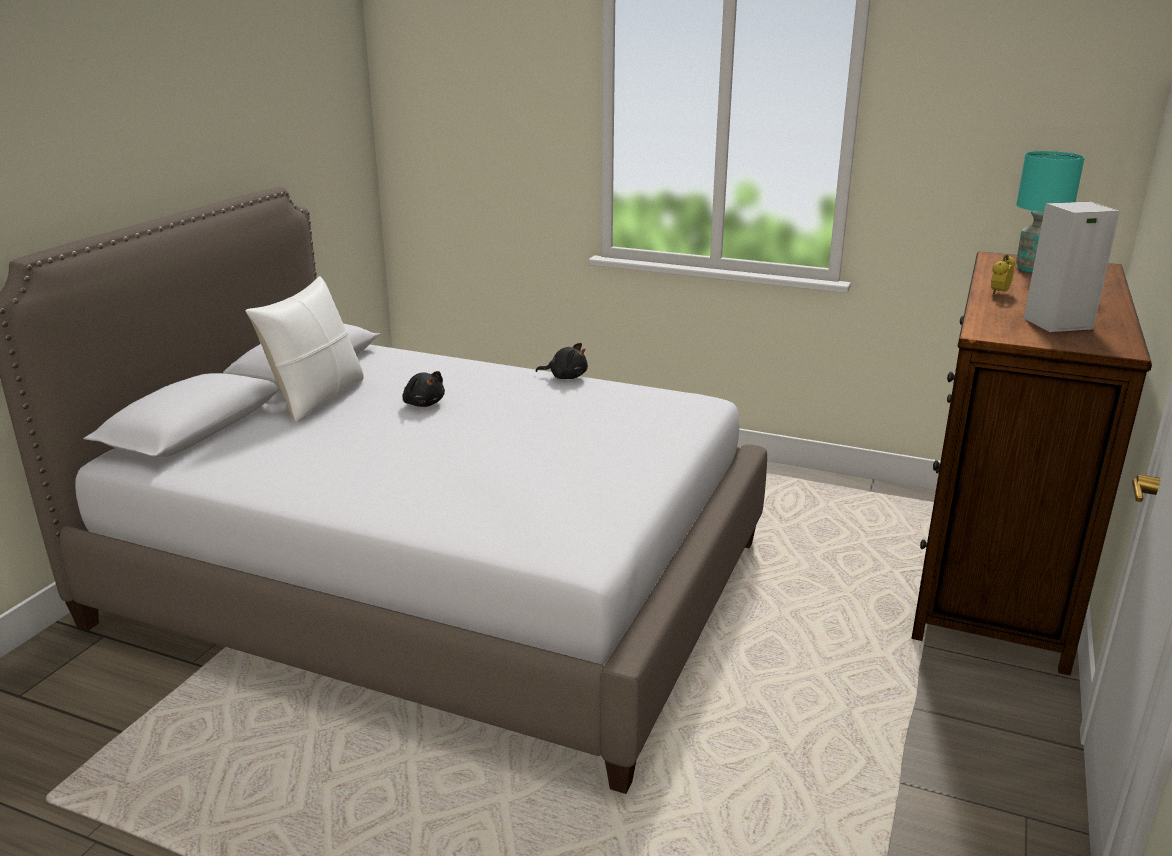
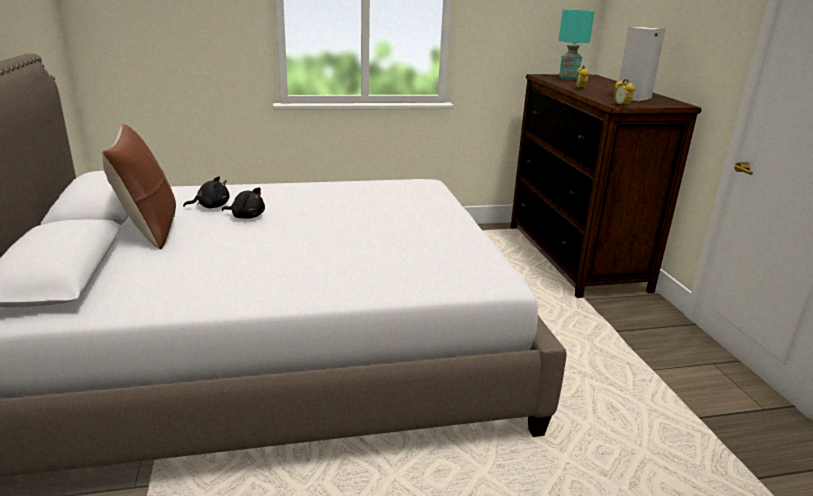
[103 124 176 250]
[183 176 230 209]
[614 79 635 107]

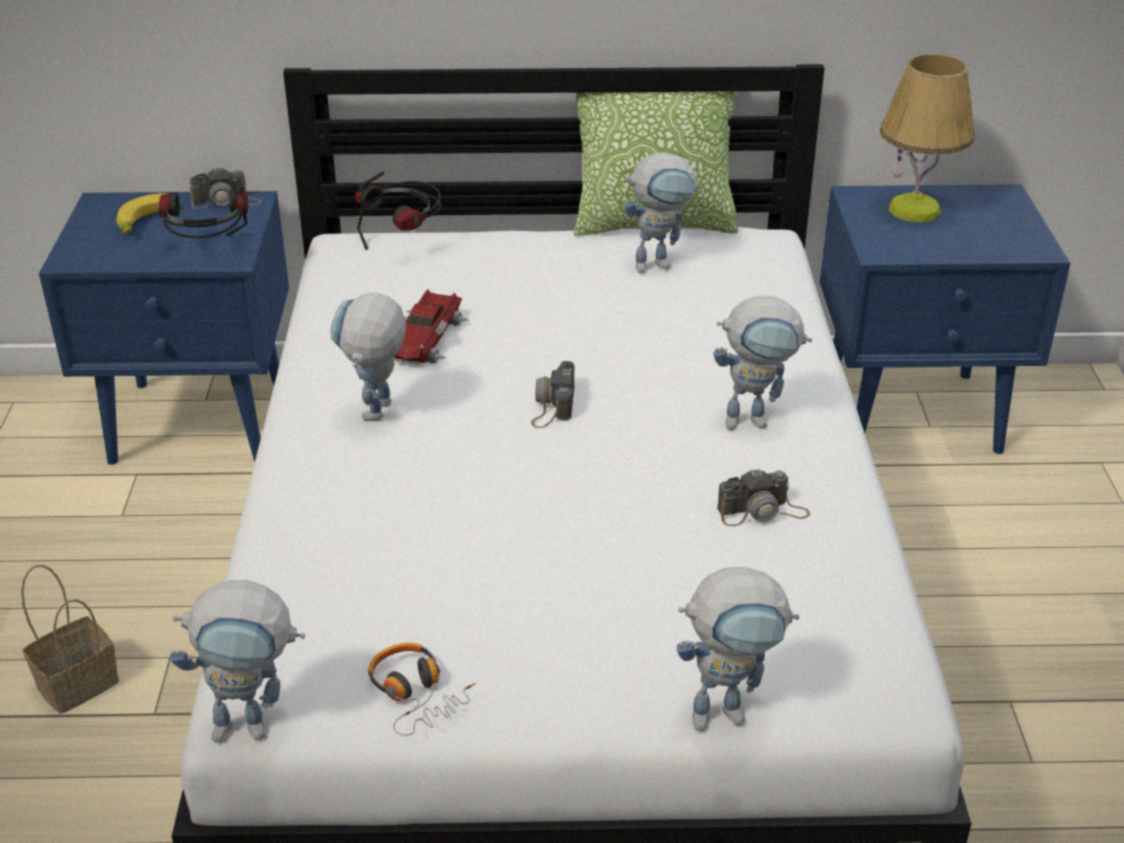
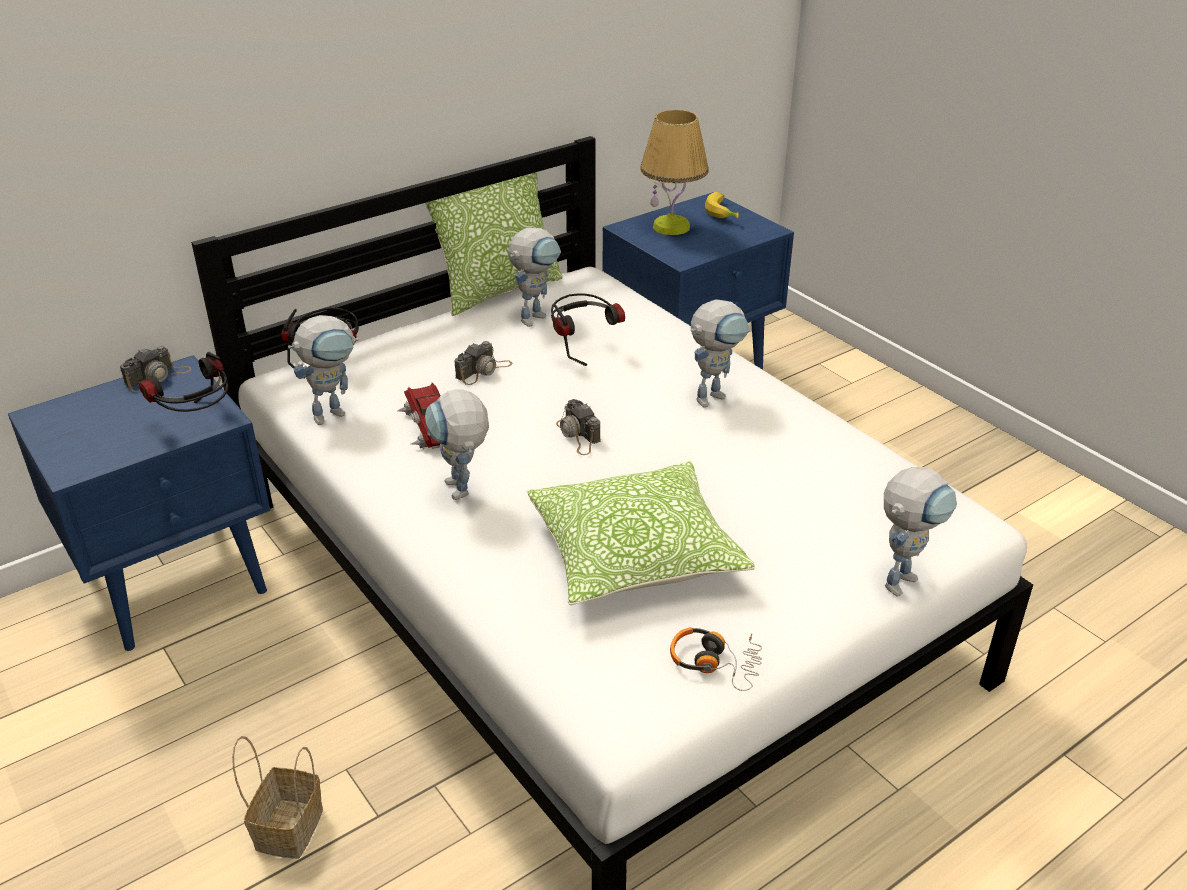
[288 315 359 425]
[455 341 512 385]
[527 461 755 605]
[551 293 625 366]
[705 192 739 219]

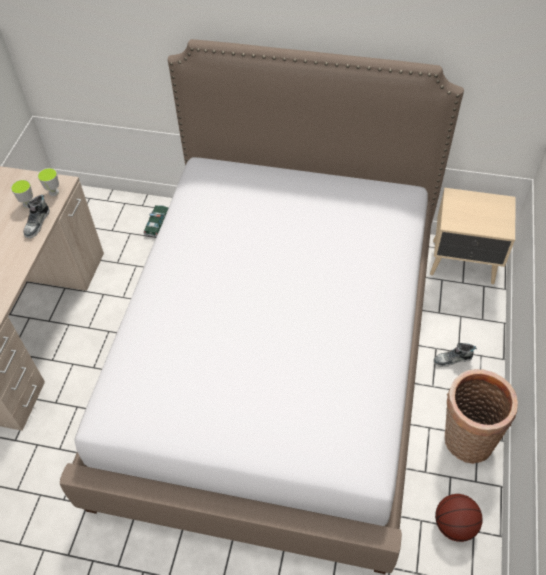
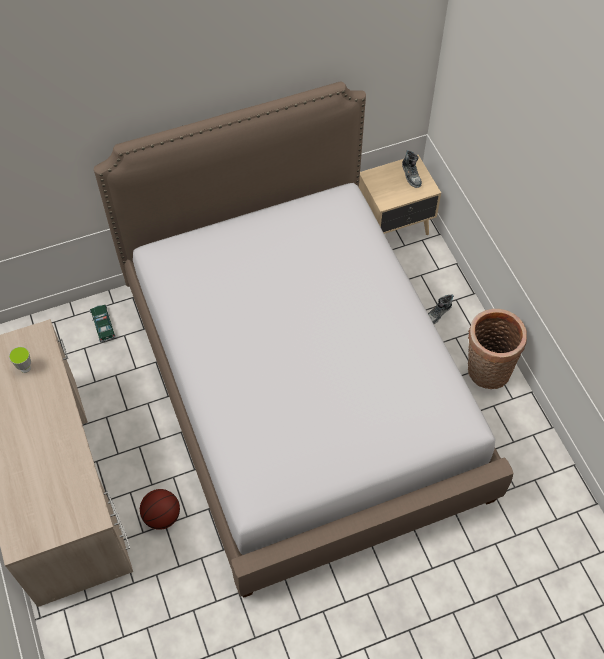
[140 489 180 530]
[402 150 422 188]
[38 168 59 196] (first image)

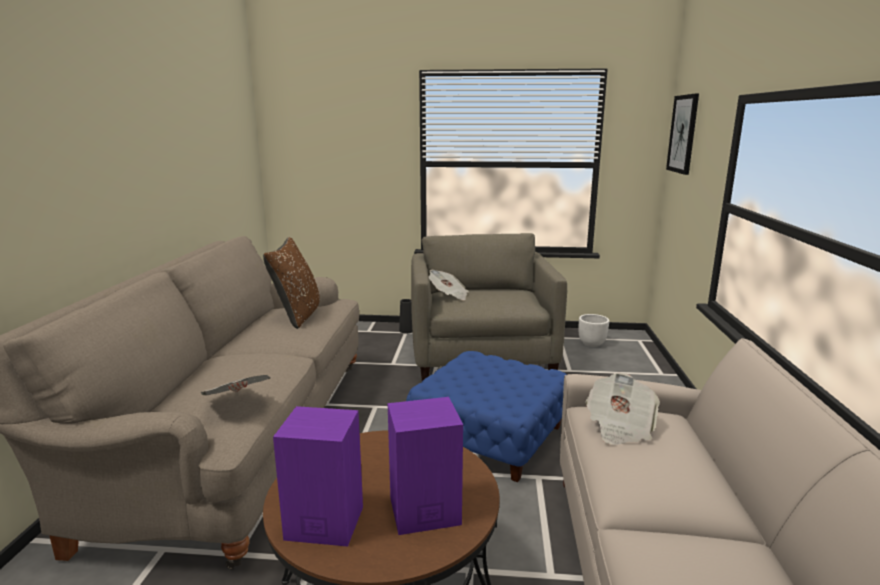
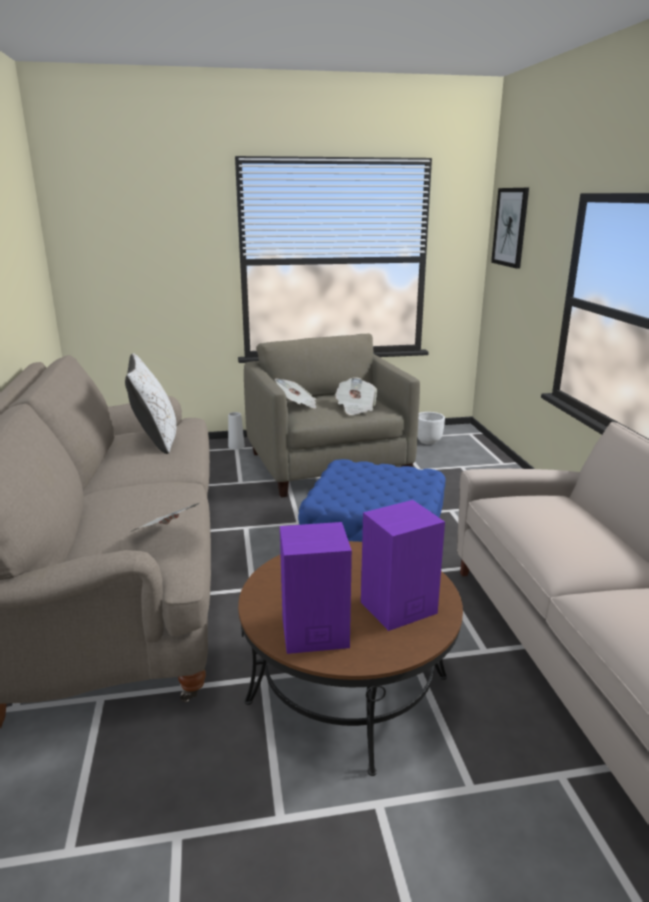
[125 353 177 454]
[228 412 245 449]
[335 377 378 415]

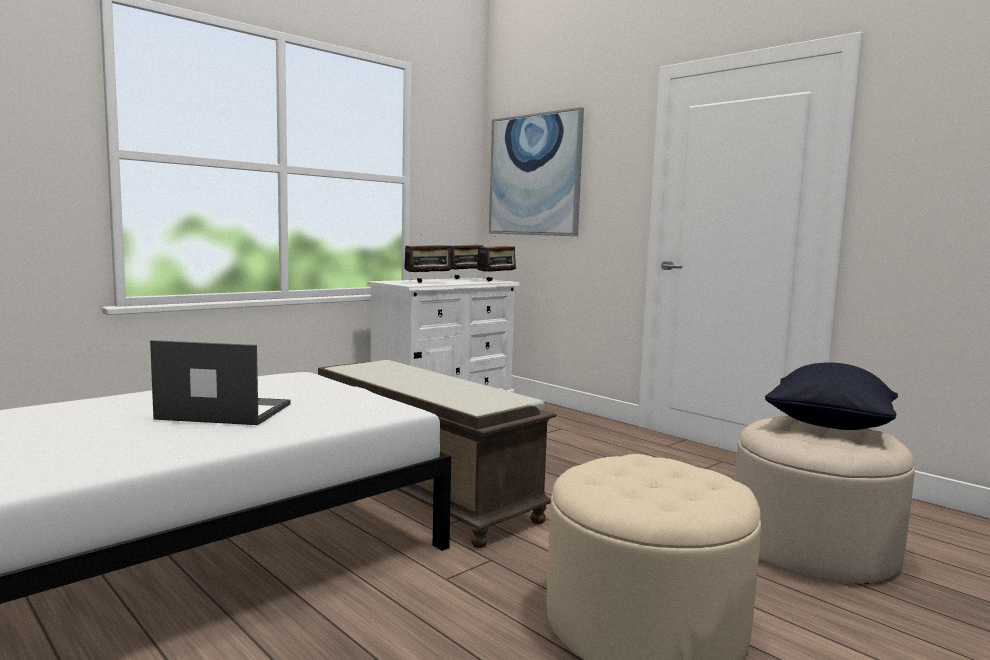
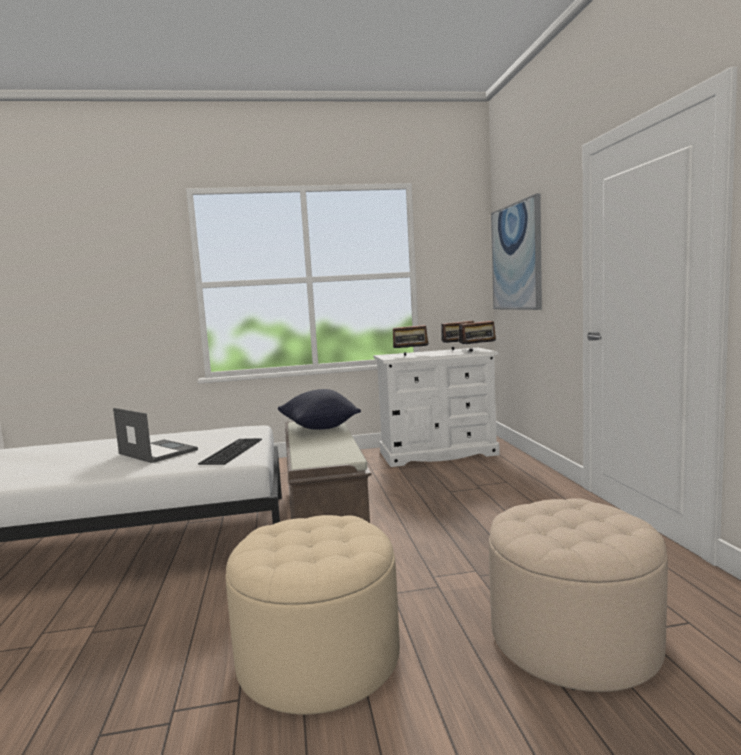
[198 438 262 465]
[278 389 361 430]

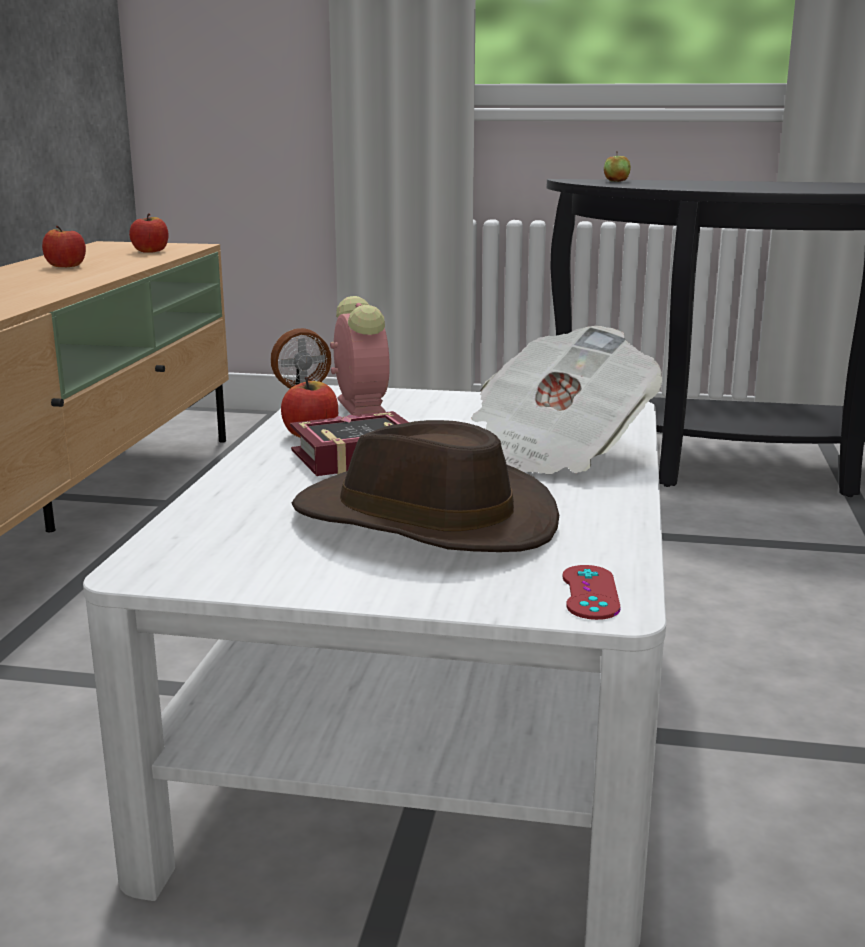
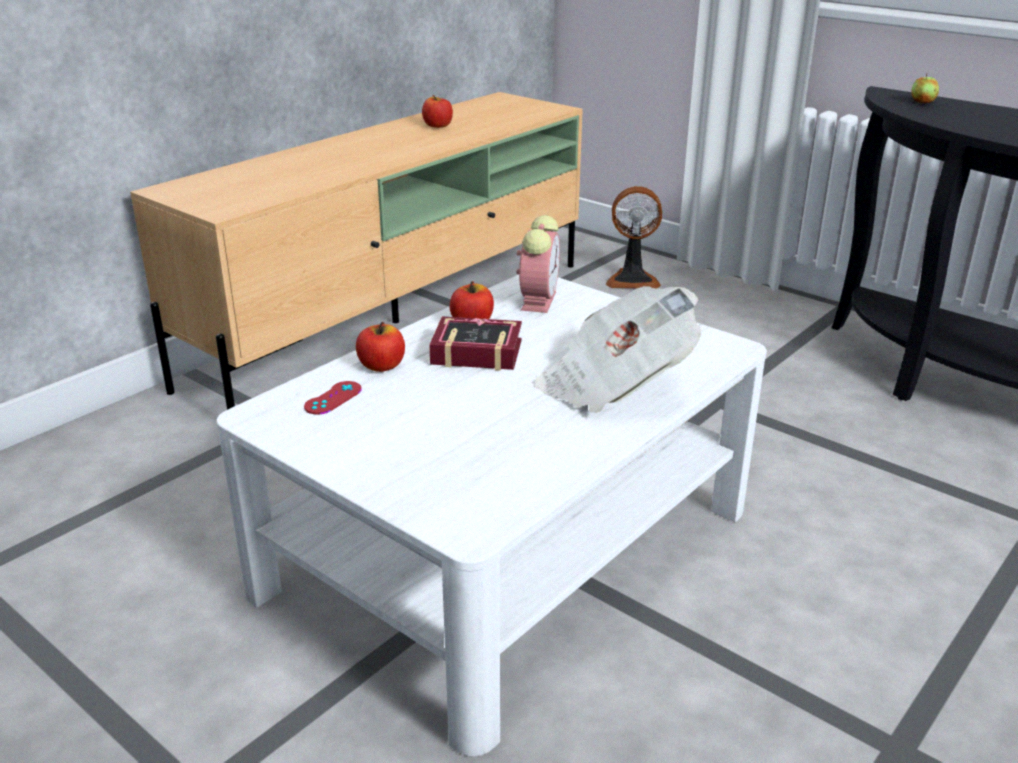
[304 381 362 414]
[356 322 405 372]
[292 420 559 552] (first image)

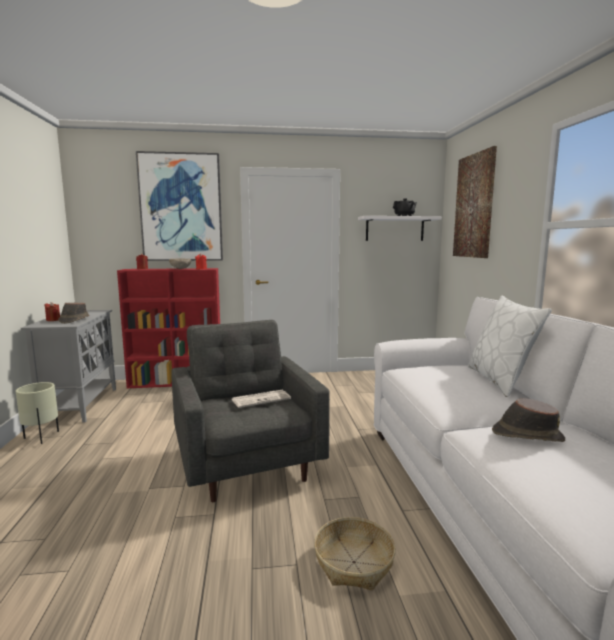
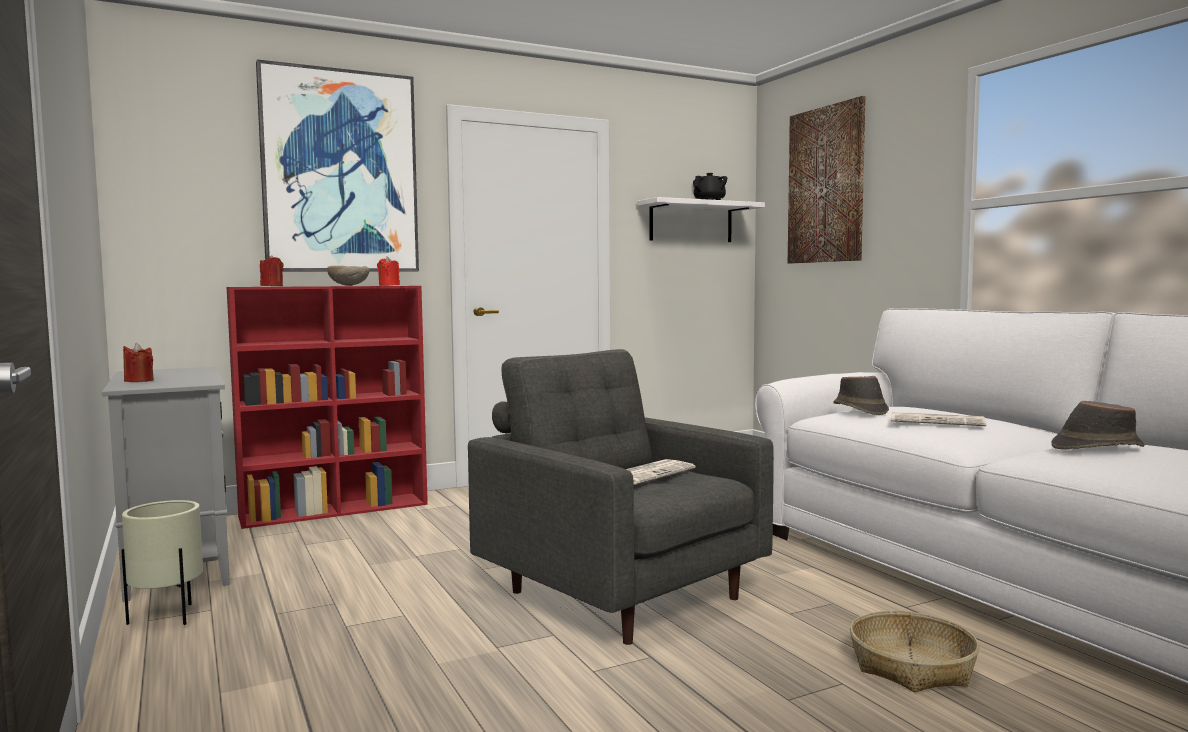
[833 376 889 415]
[891 412 986 426]
[468 296 552 397] (first image)

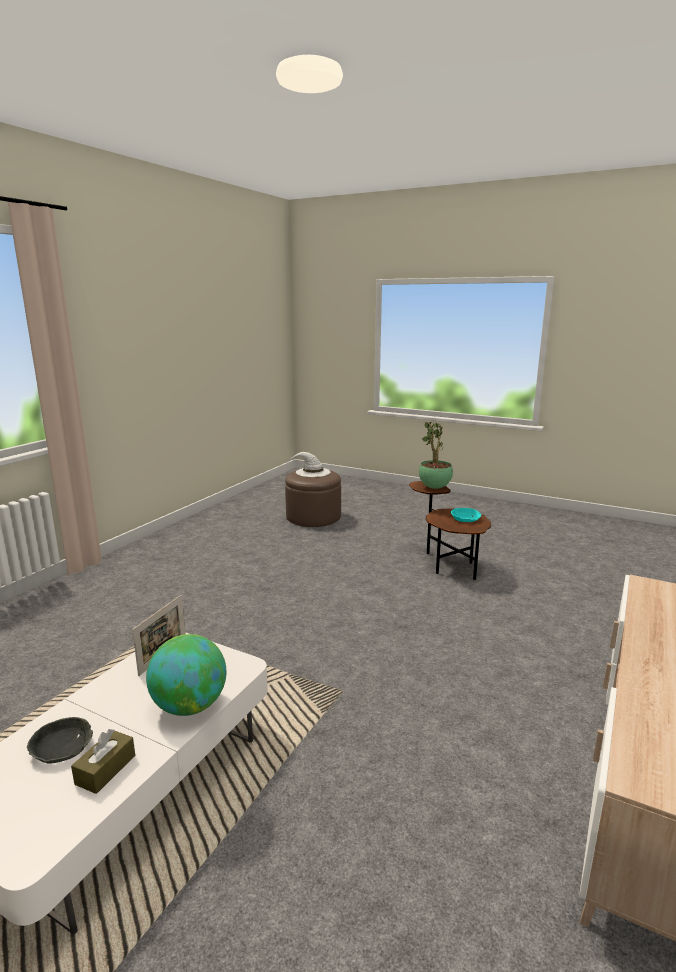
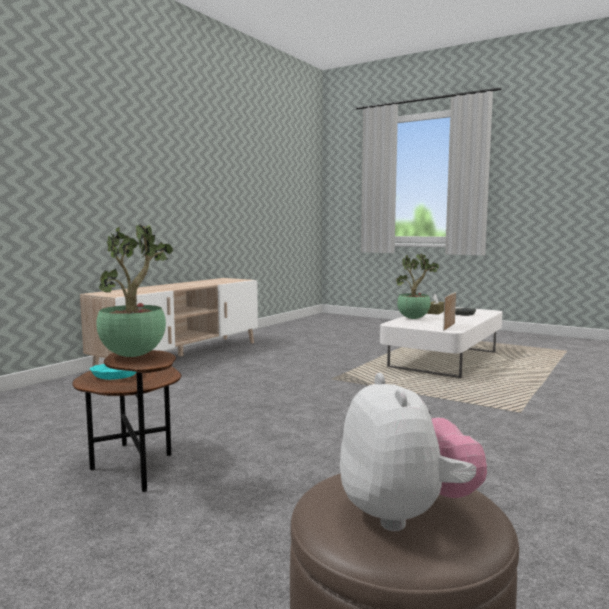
[340 373 487 531]
[396 253 439 319]

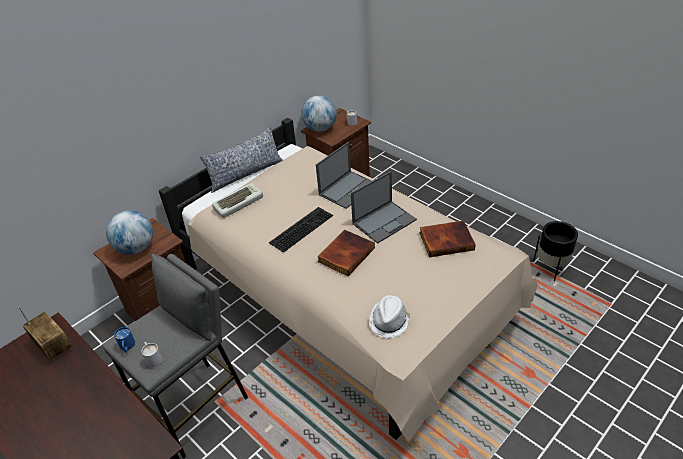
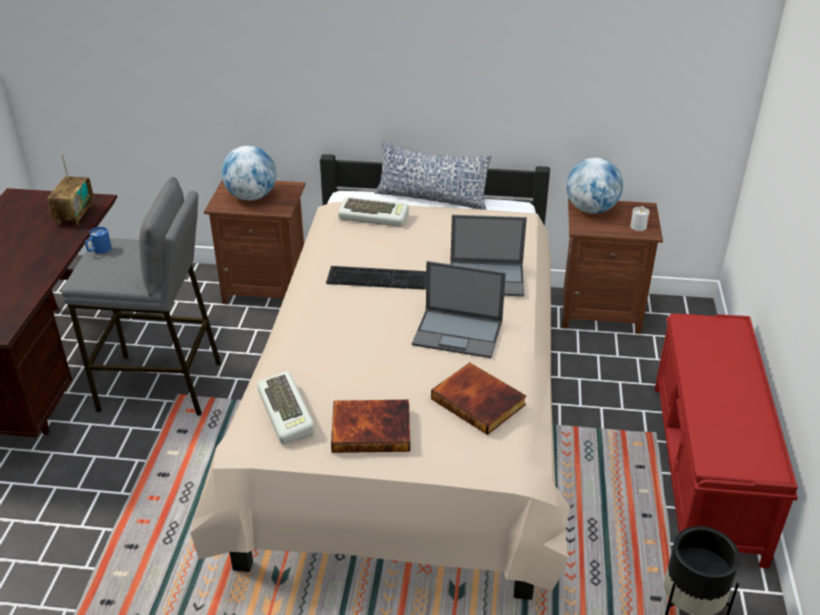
[257 371 315 444]
[331 400 410 453]
[655 313 798 568]
[141 342 163 367] (first image)

